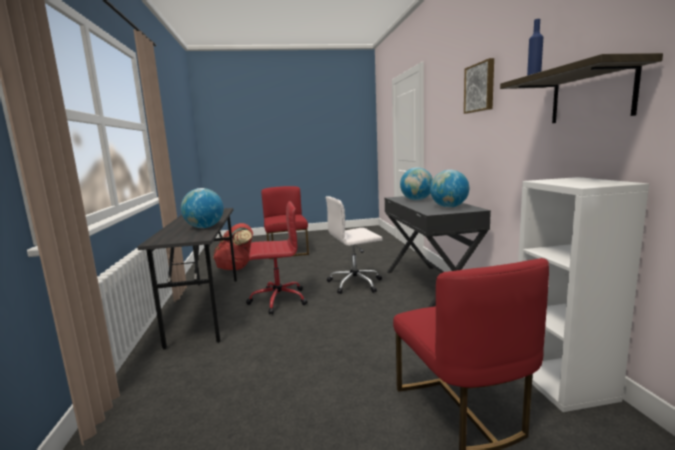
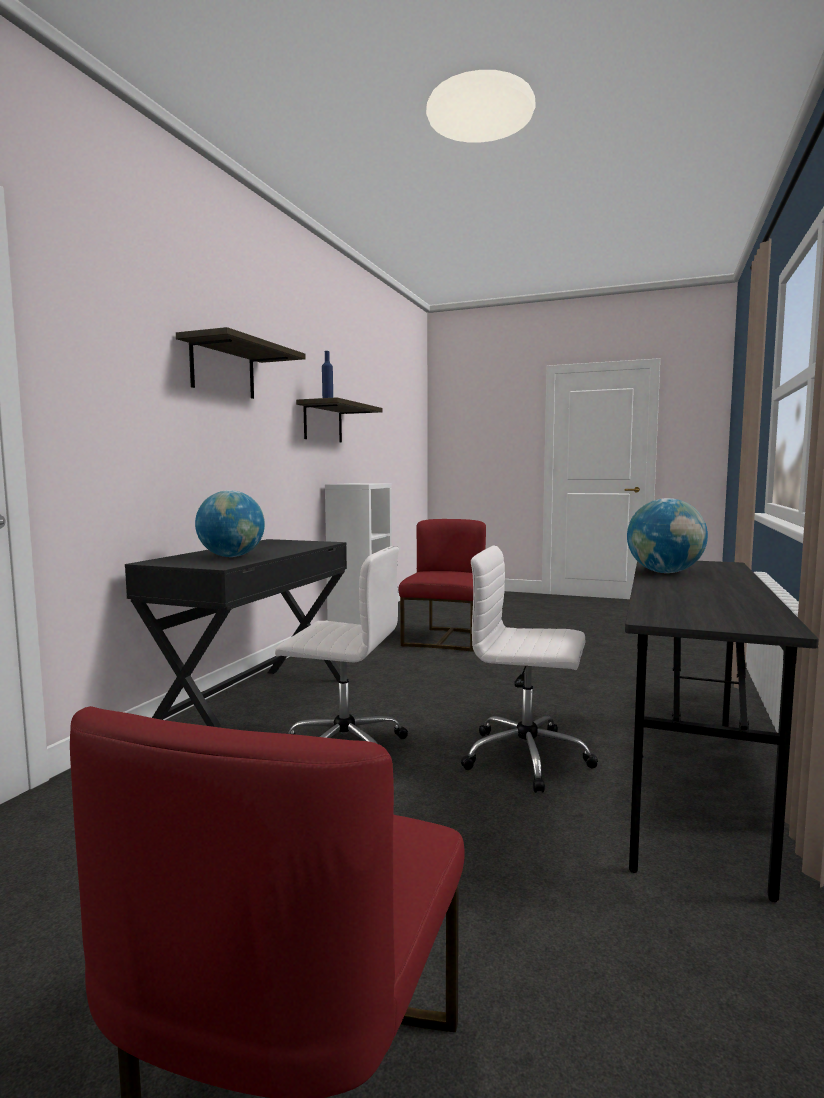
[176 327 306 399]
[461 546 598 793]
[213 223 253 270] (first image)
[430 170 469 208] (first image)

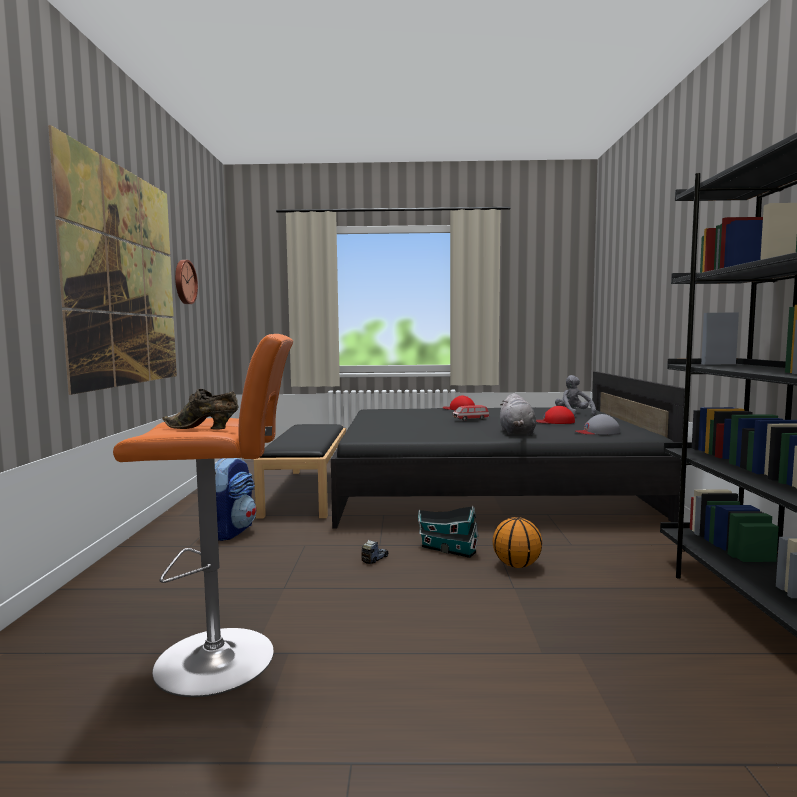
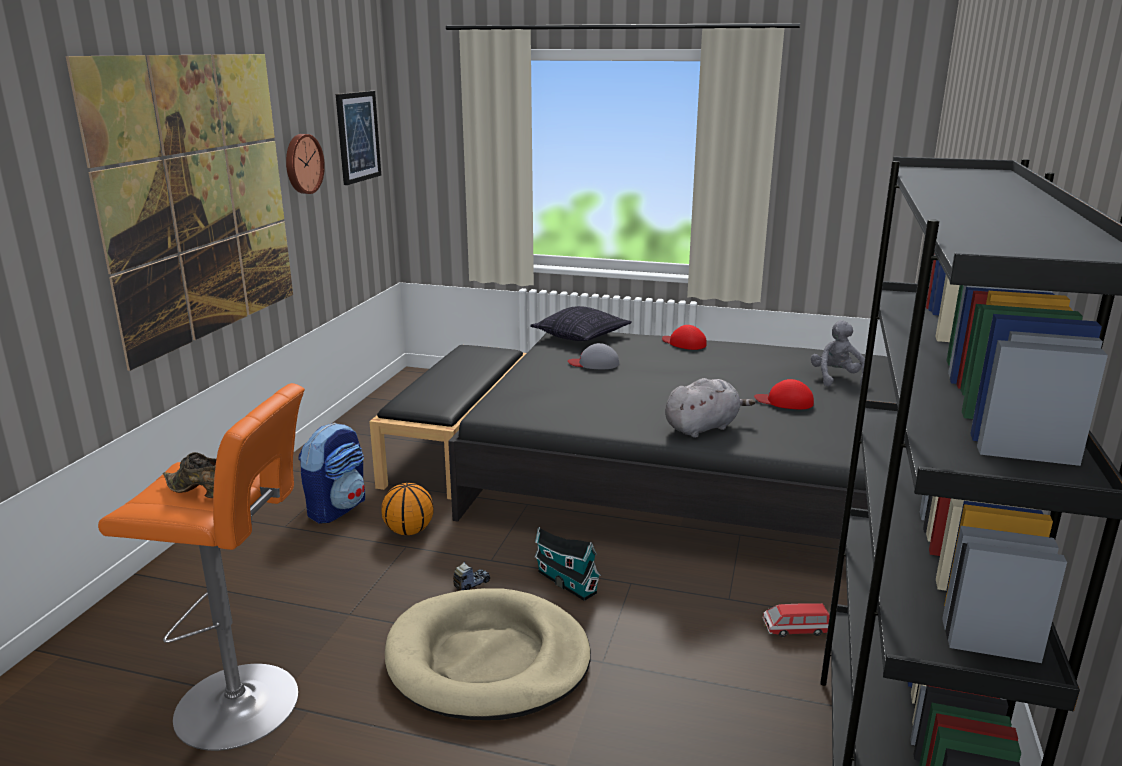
[336 91 381 185]
[382 483 434 535]
[385 588 591 720]
[530 306 632 341]
[568 343 619 369]
[665 378 756 438]
[762 603 830 637]

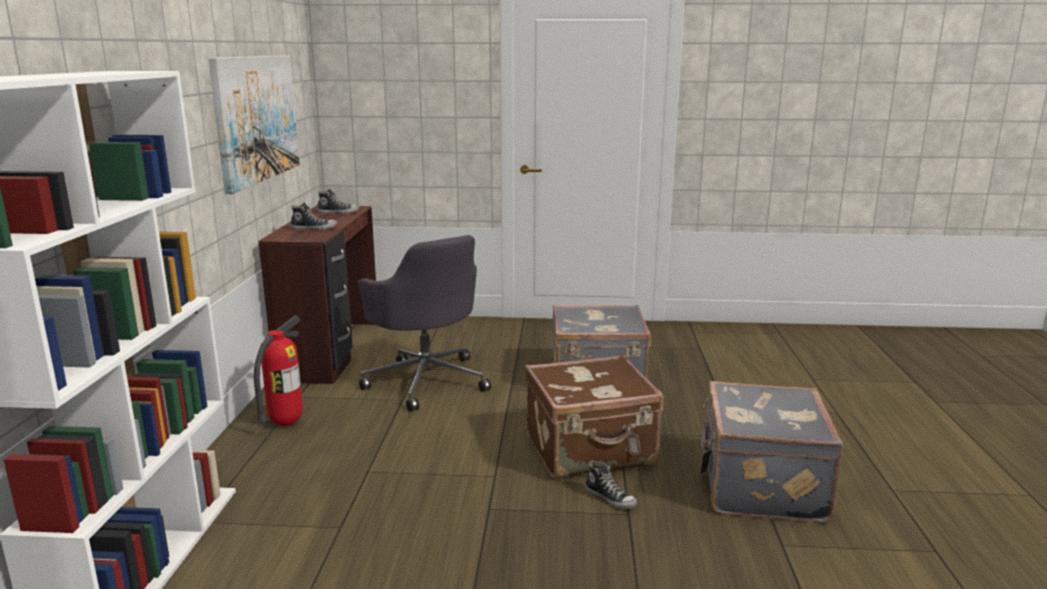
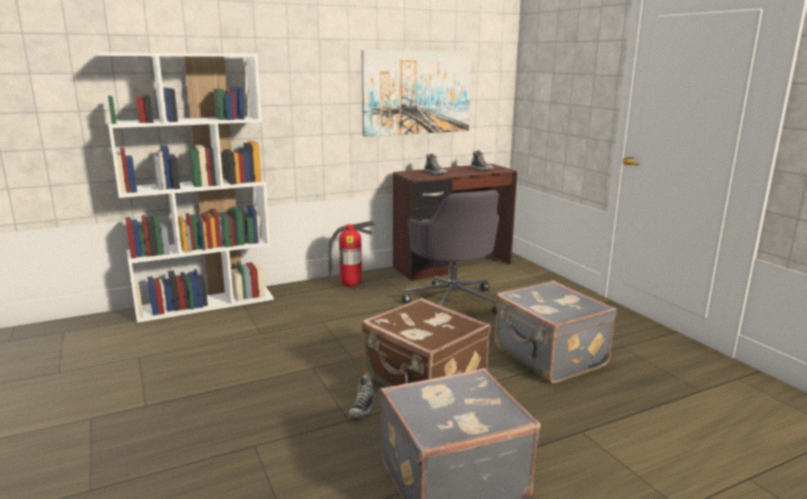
[402 190 499 315]

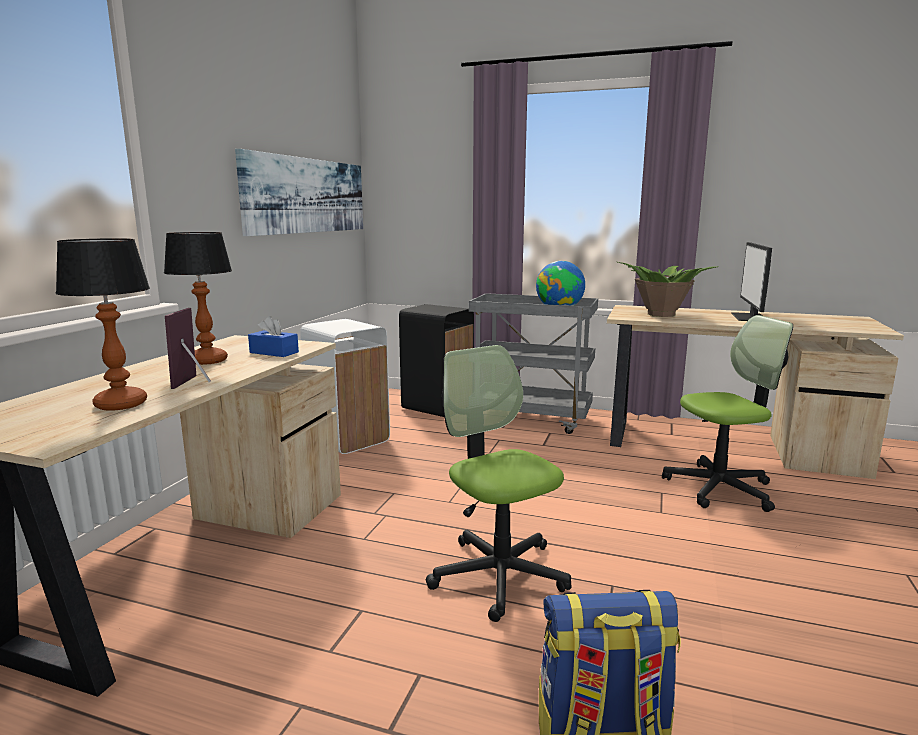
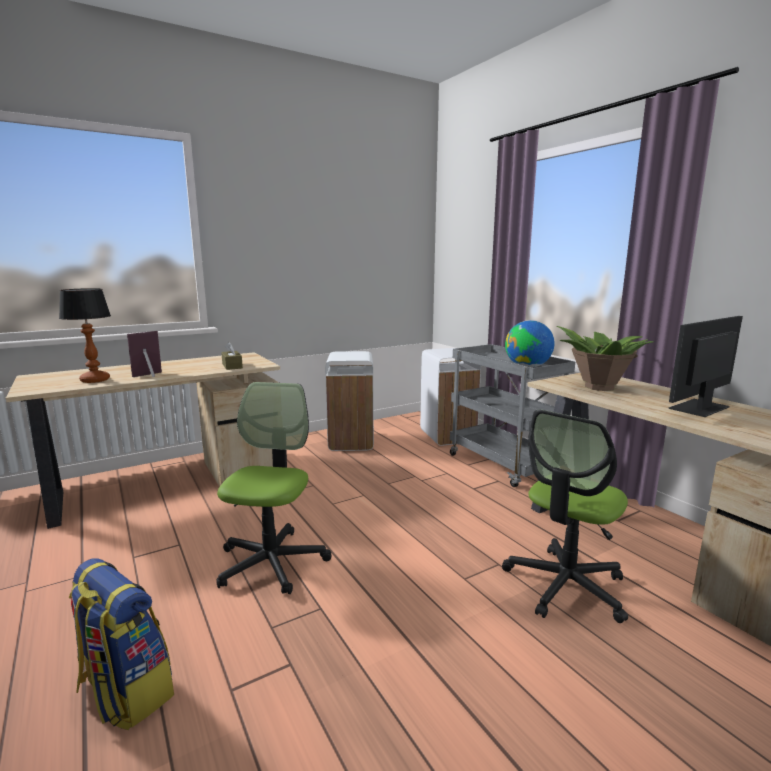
[221 342 243 370]
[420 348 481 446]
[502 409 628 623]
[164 232 232 365] (first image)
[235 149 363 236] (first image)

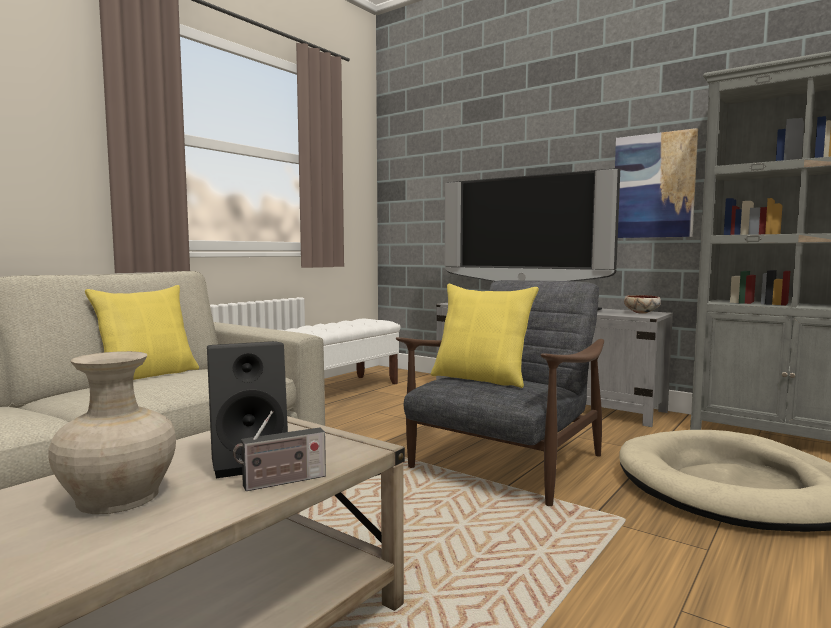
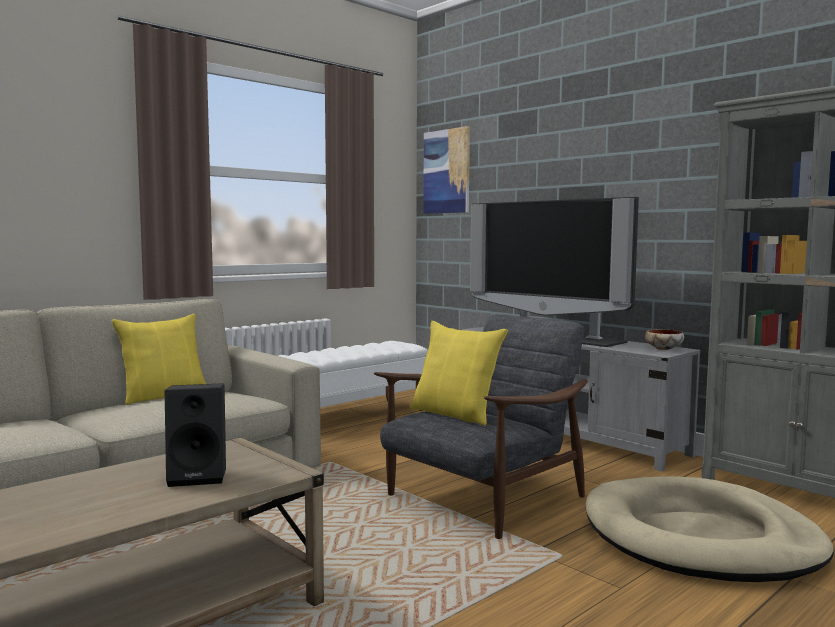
[423 126 470 214]
[48 351 176 514] (first image)
[233 411 326 491] (first image)

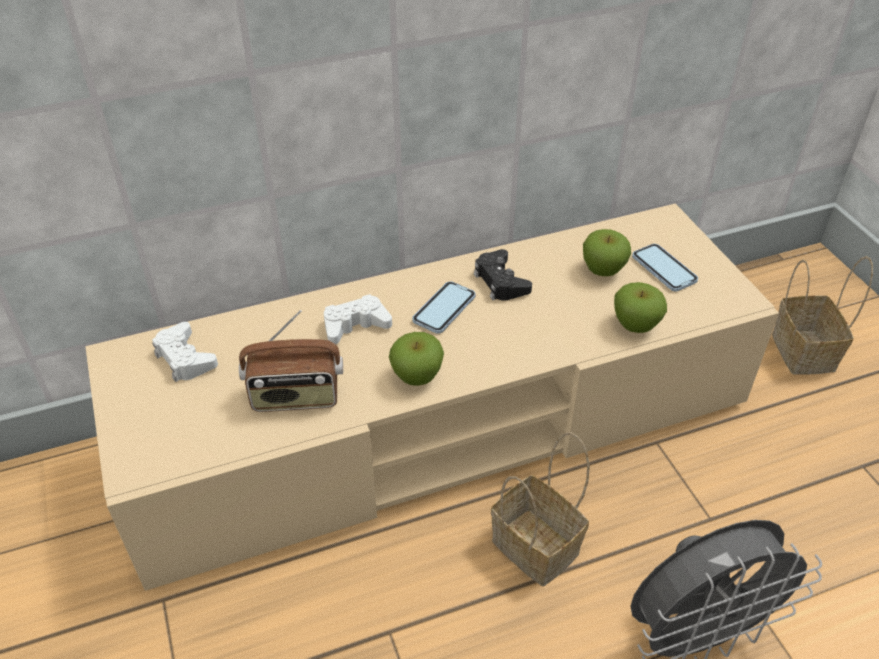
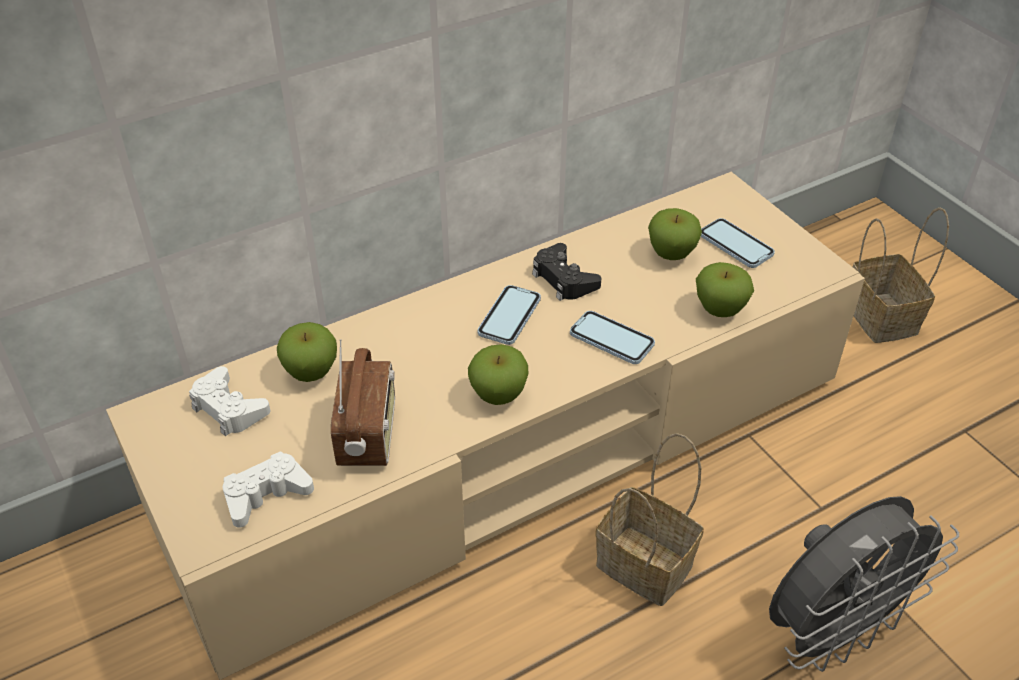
[223 451 314 528]
[277 322 337 382]
[331 340 395 466]
[570 311 655 364]

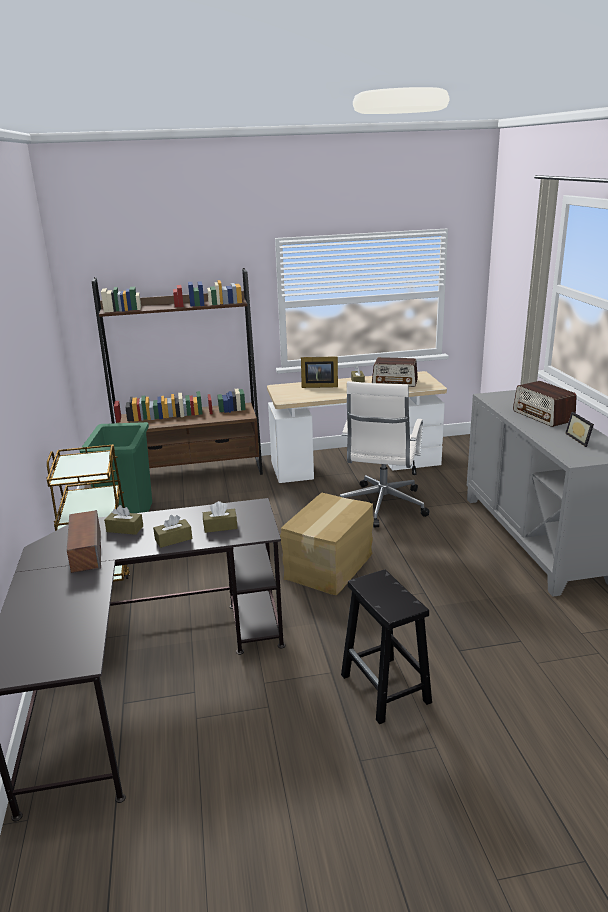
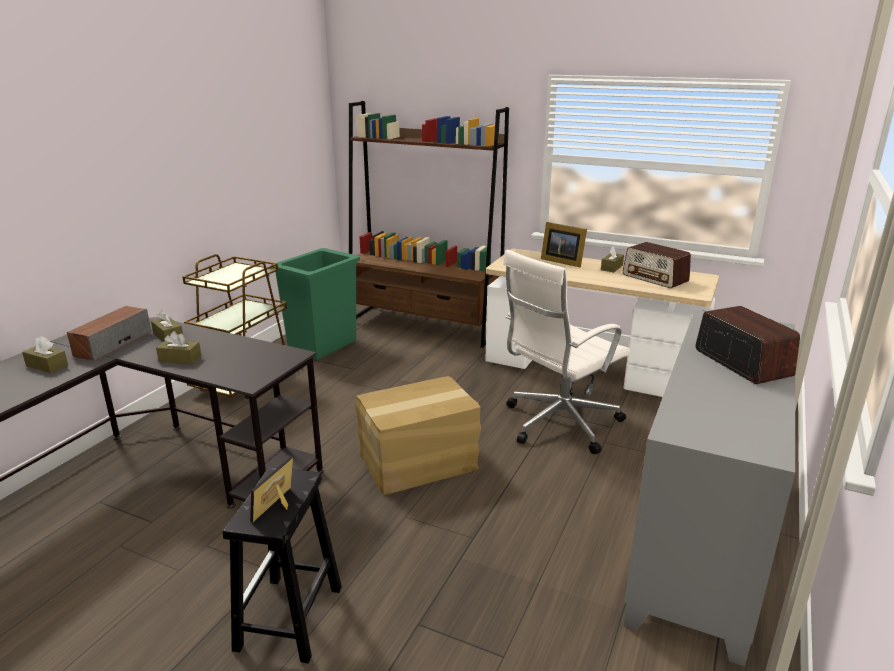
[22 336 68 373]
[250 457 293 523]
[695 306 800 384]

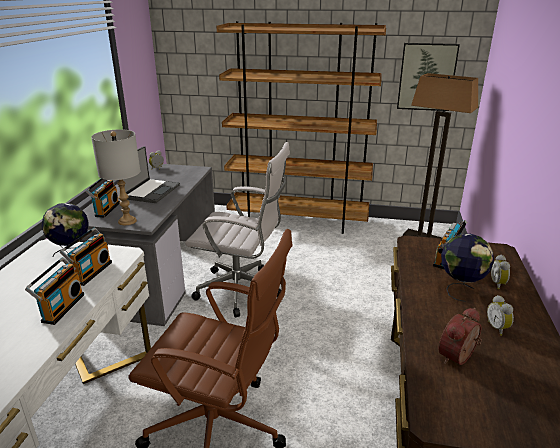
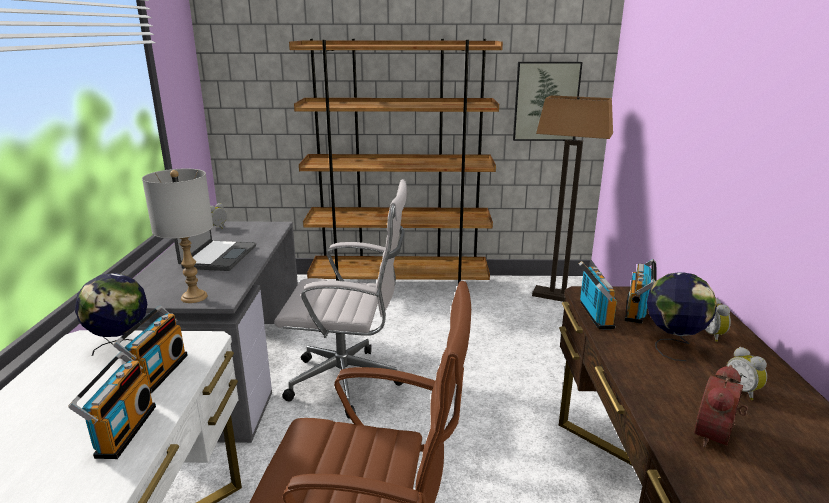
[579 261 617 329]

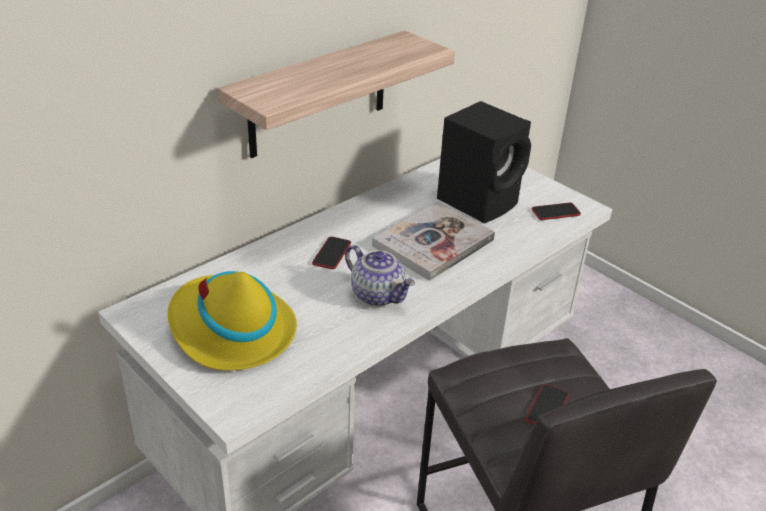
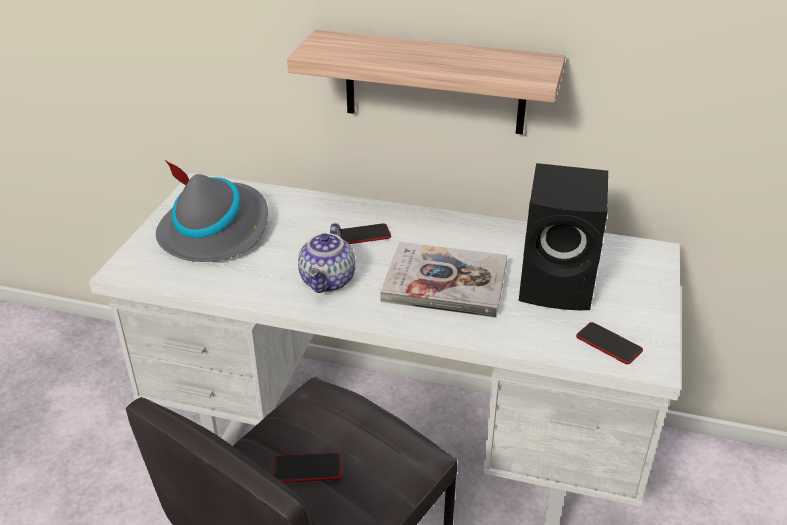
[156 160 268 262]

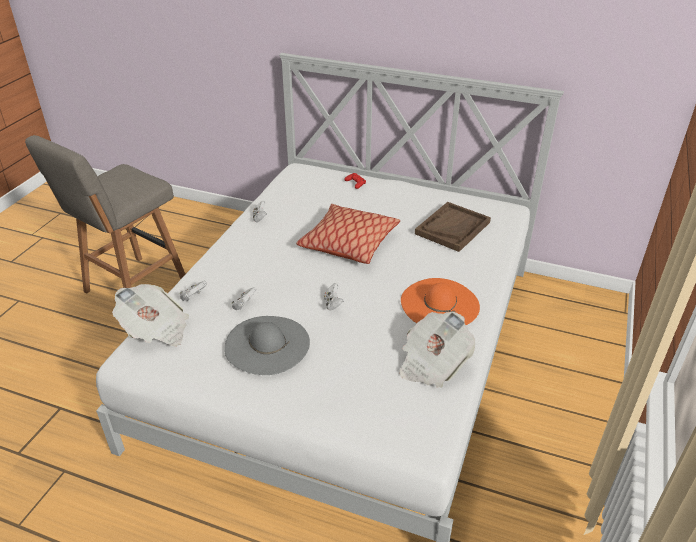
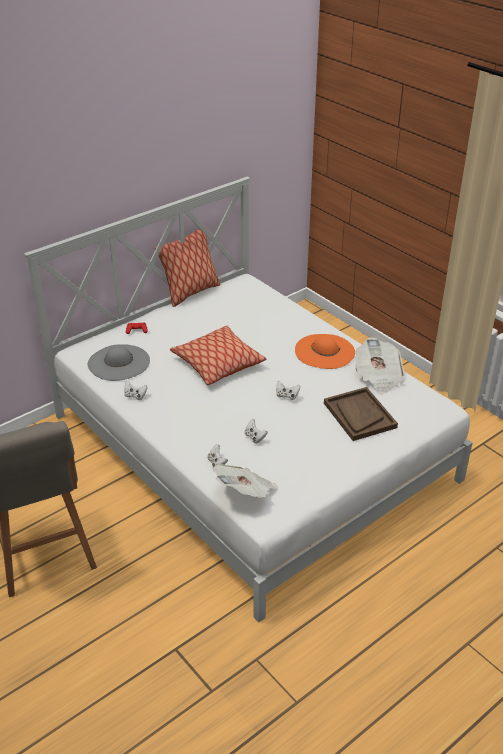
[88 344 150 381]
[154 228 221 307]
[324 387 398 441]

